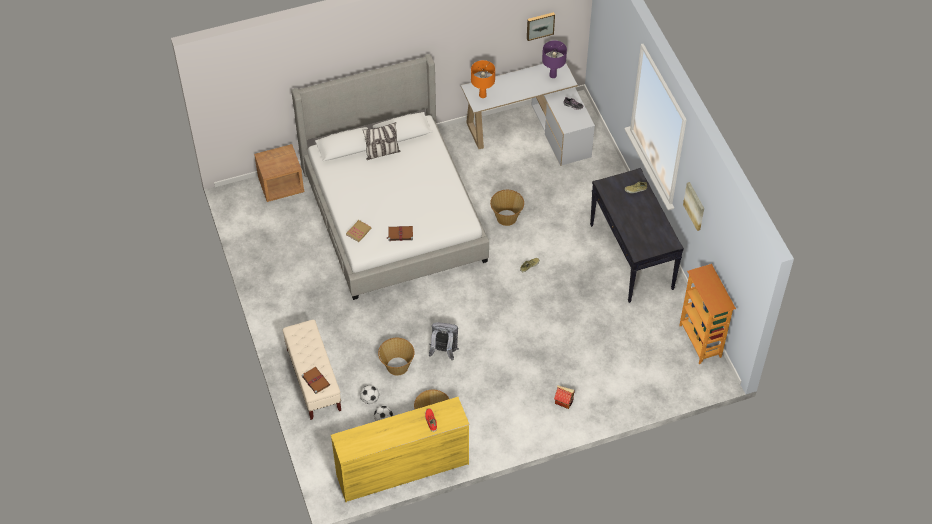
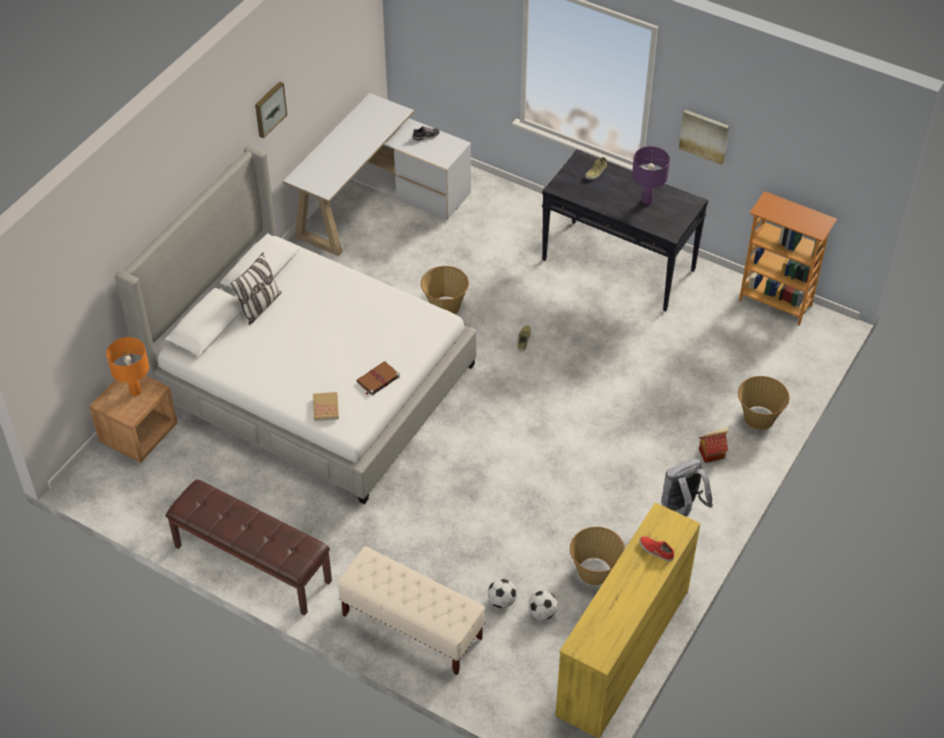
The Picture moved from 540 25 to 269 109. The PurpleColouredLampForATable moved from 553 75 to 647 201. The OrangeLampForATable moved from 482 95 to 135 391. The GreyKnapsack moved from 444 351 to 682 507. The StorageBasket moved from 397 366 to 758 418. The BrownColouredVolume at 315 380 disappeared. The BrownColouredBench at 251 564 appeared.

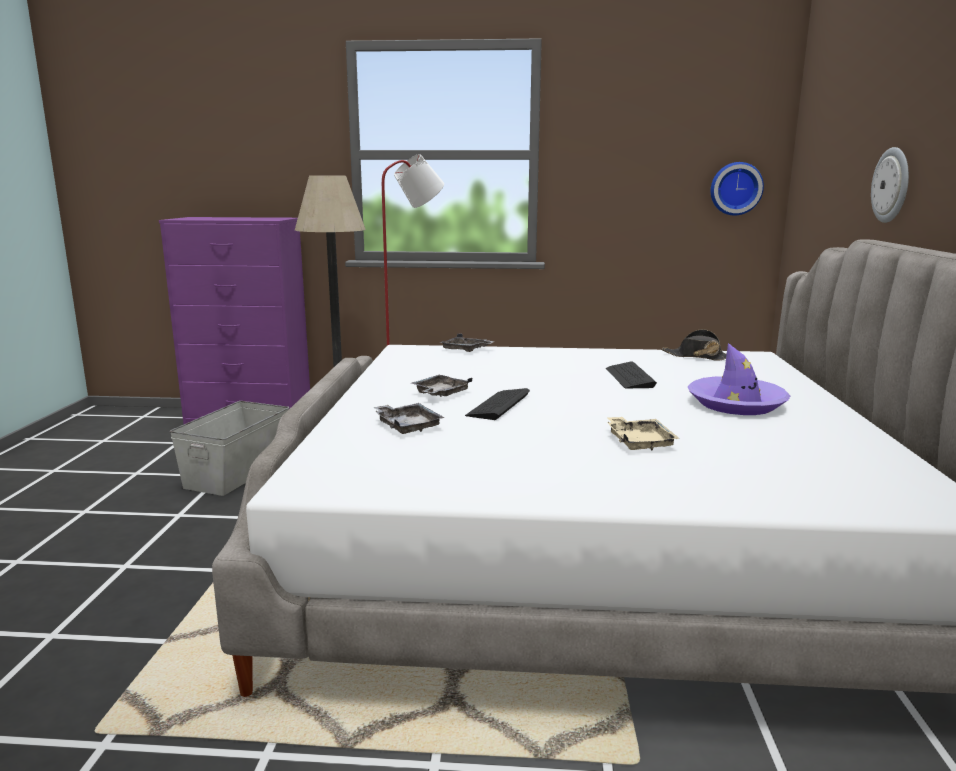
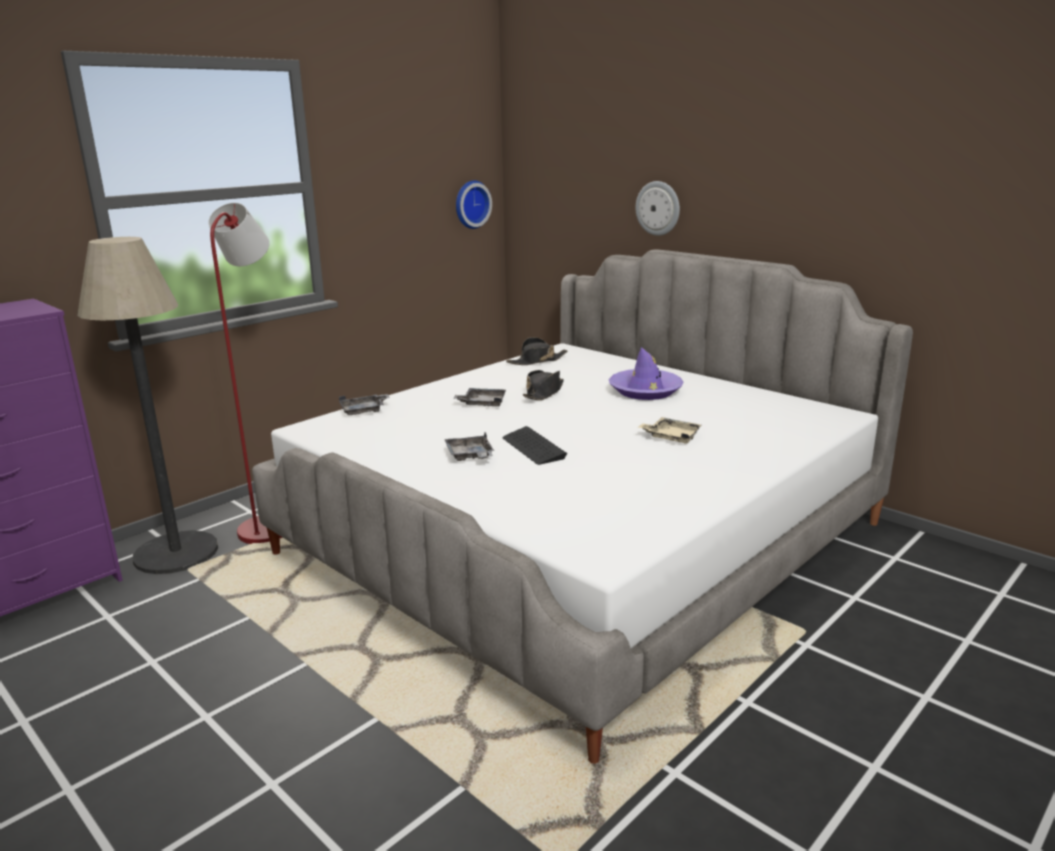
The PcKeyboard at 629 377 was replaced by the BlackColouredWearableHat at 544 393. The GreyStorageContainer at 236 472 disappeared. The GreyTray moved from 407 426 to 482 403.

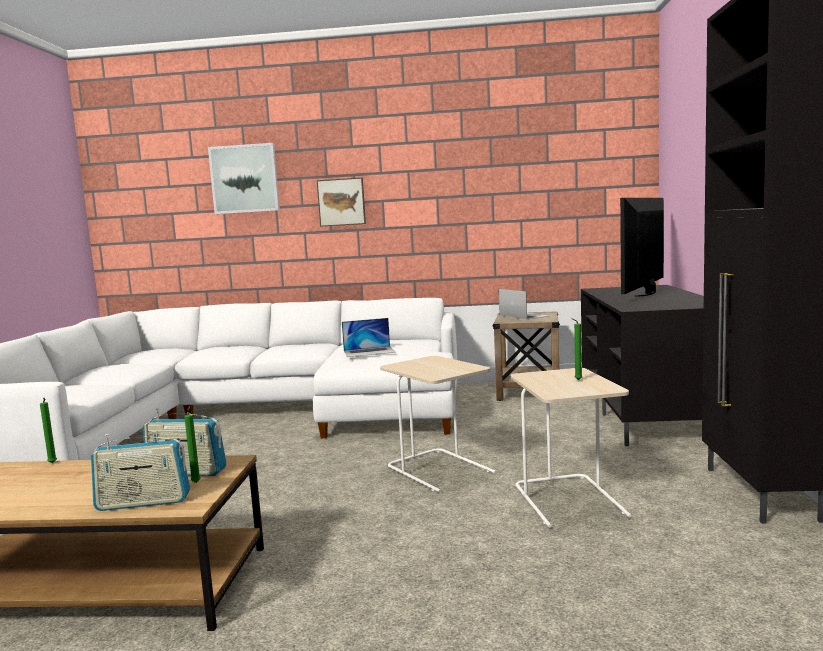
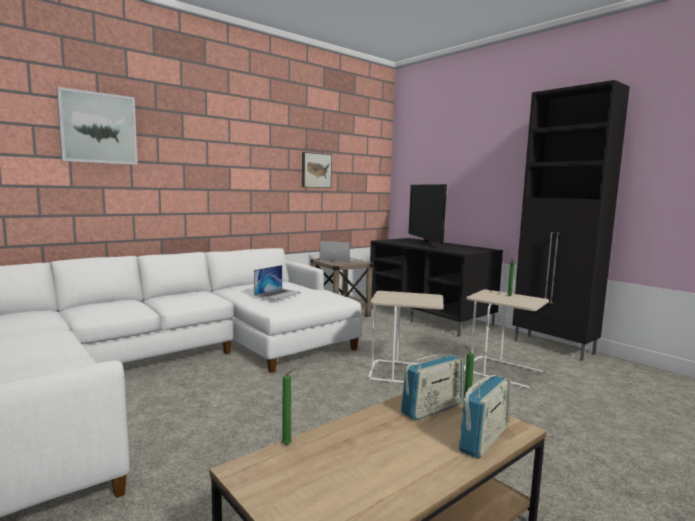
The Picture moved from 341 202 to 315 170.

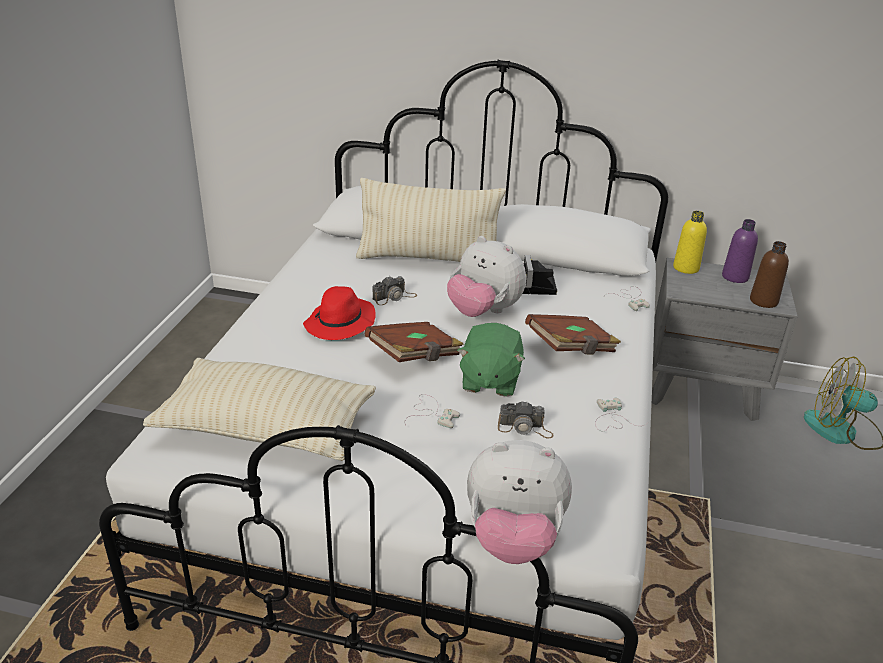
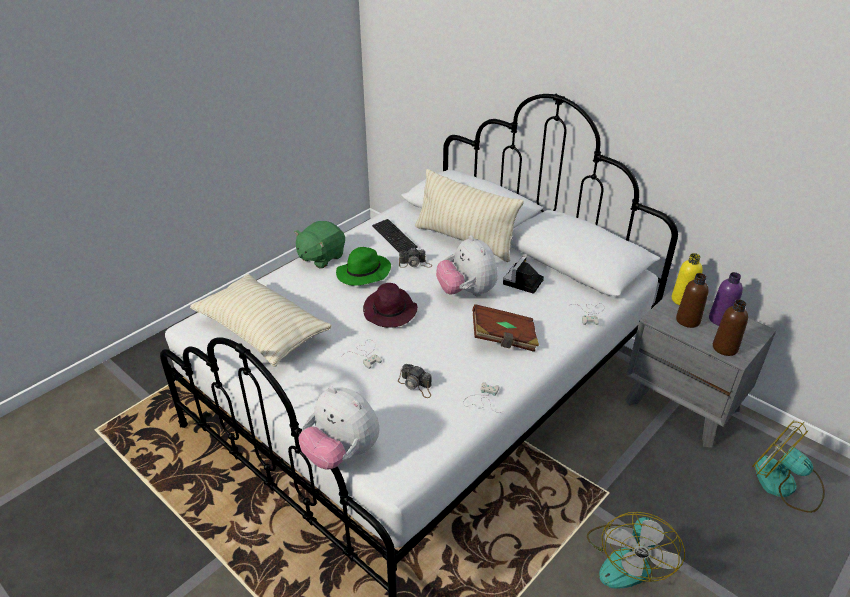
The ReddishWearableHat at 340 324 became the GreenWearableHat at 363 274. The BrownColouredVolume at 415 356 was replaced by the PurpleColouredWearableHat at 390 311. The GreenSoftToy moved from 489 380 to 321 257. The PcKeyboard at 394 237 appeared. The BrownColouredBeverageBottle at 688 320 appeared. The Fan at 627 559 appeared.

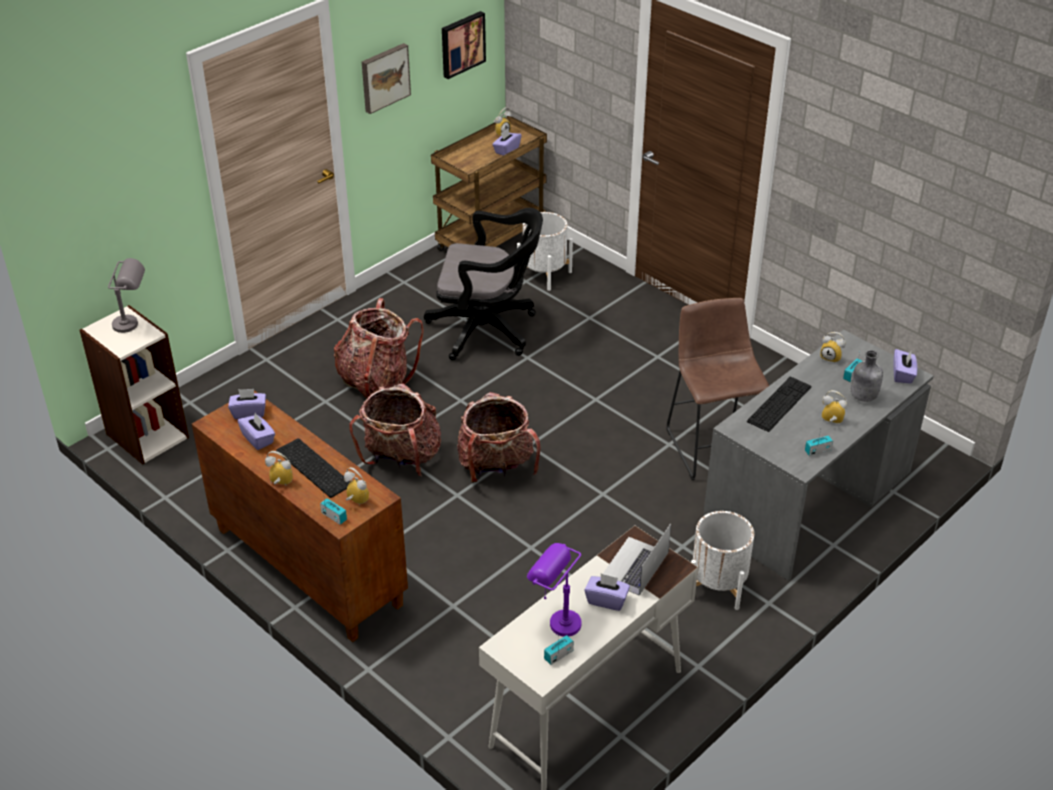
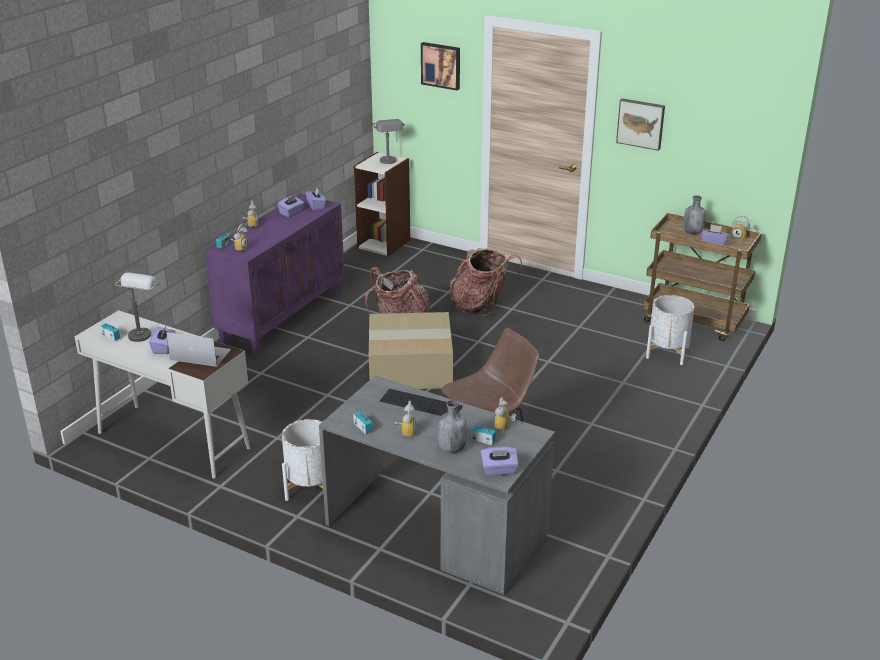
The Picture moved from 461 44 to 441 65. The BlackColouredOfficeChair at 488 330 disappeared. The BrownColouredCabinet at 306 567 became the PurpleColouredCabinet at 283 315. The Knapsack at 496 467 was replaced by the CardboardBox at 409 367. The PcKeyboard at 312 468 disappeared. The PurpleColouredLampForATable at 555 620 became the GreyLampForATable at 143 332. The GreyBeverageBottle at 692 232 appeared.

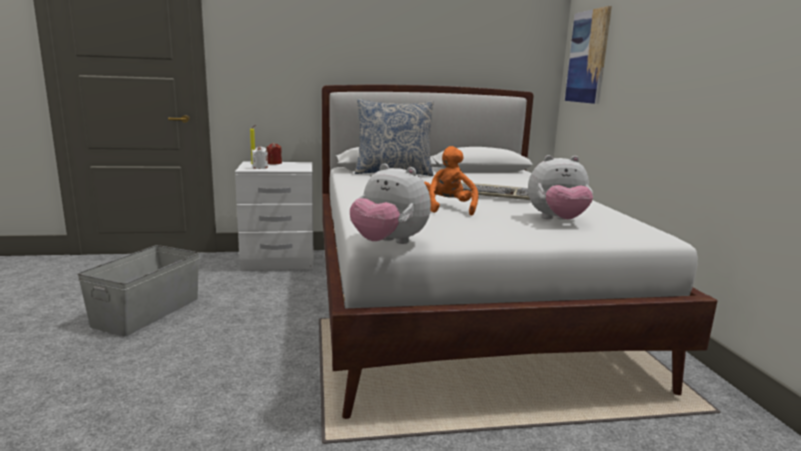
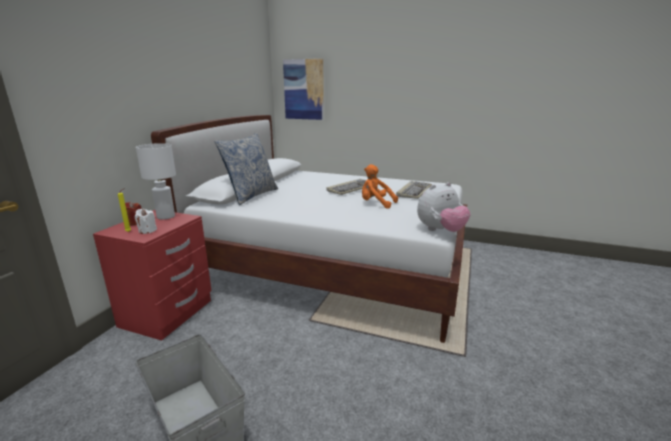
The SoftToy at 557 220 was replaced by the PcKeyboard at 414 191. The WhitishBedsideTable at 278 261 became the ReddishBedsideTable at 168 313. The WhitishLampForATable at 165 217 appeared.

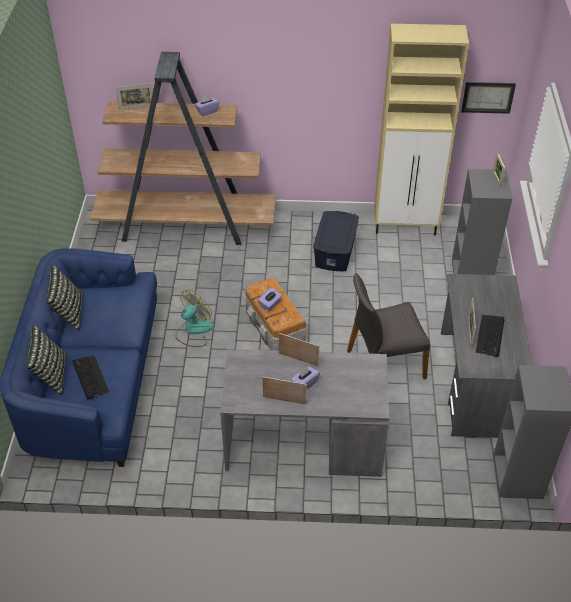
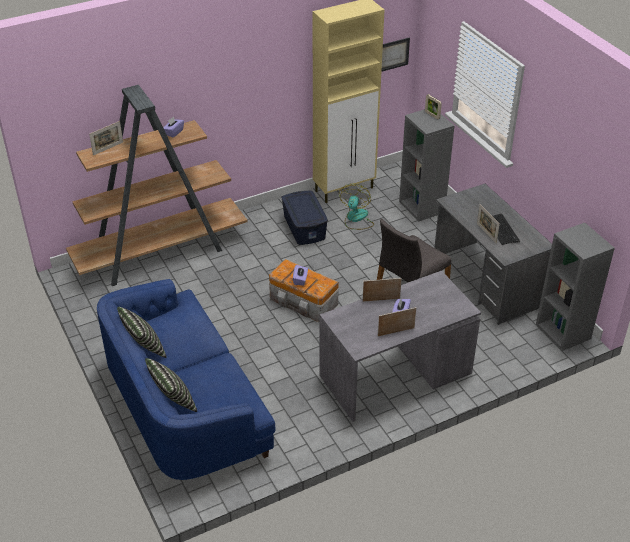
The Fan moved from 194 330 to 356 219. The PcKeyboard at 90 377 disappeared.

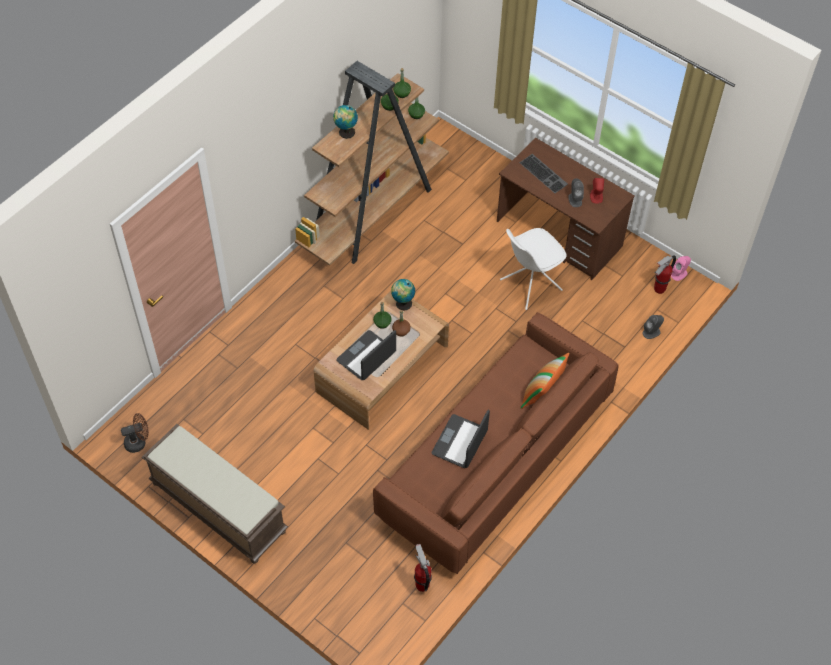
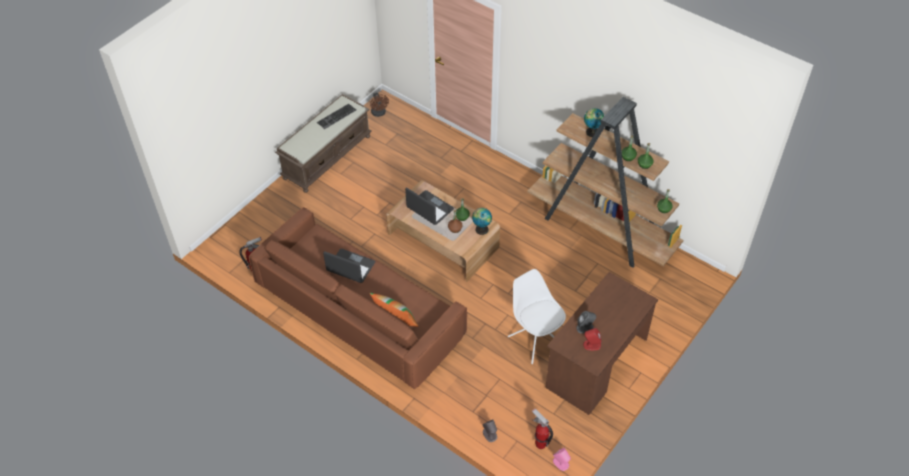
The PcKeyboard moved from 544 173 to 337 117.

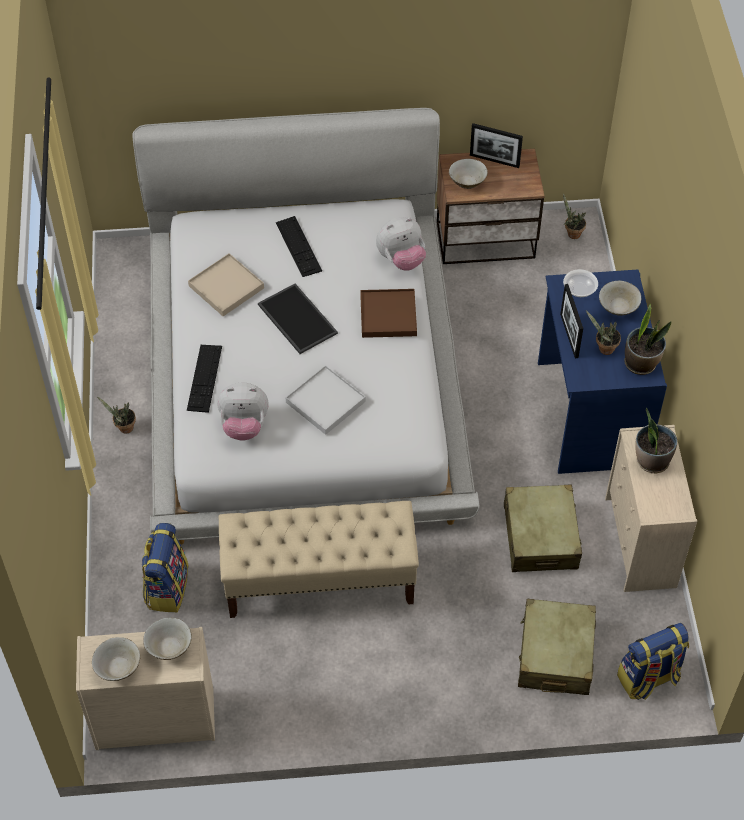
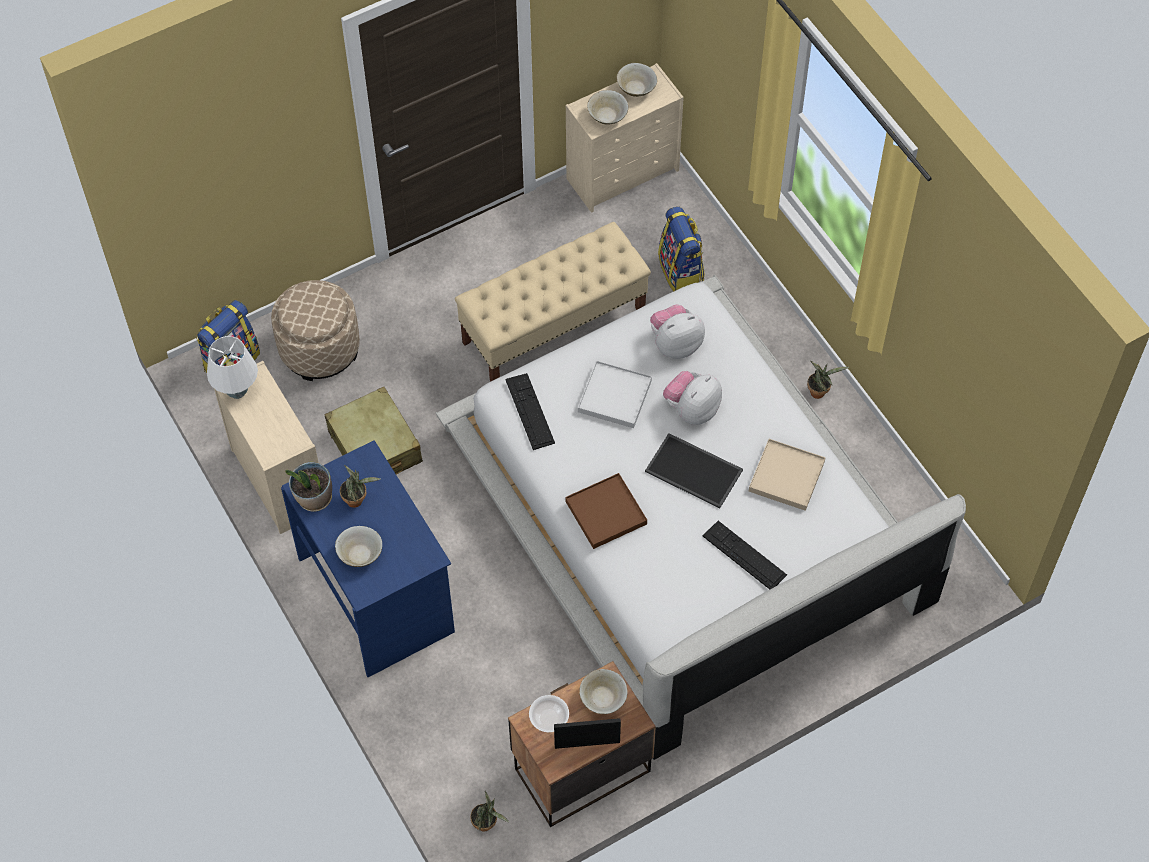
The SoftToy moved from 401 260 to 692 409. The ServingBowl moved from 579 289 to 549 718. The StandingFrame at 569 335 disappeared. The PcKeyboard moved from 204 378 to 530 411. The PottedPlant at 651 461 disappeared. The BeigeColouredPieceOfLuggage at 555 655 was replaced by the BeigeColouredFootrest at 319 348. The WhitishLampForATable at 237 392 appeared.

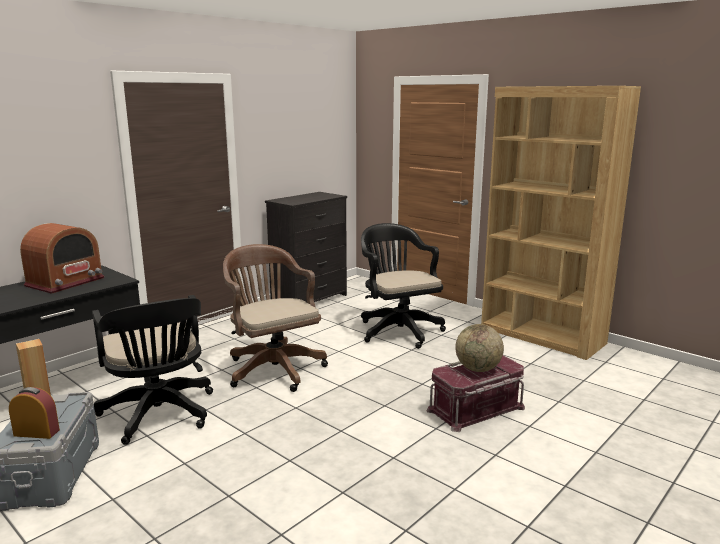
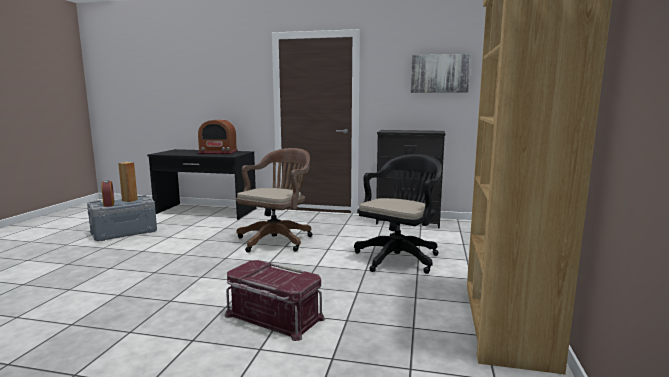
The BlackColouredOfficeChair at 159 415 disappeared. The Globe at 478 369 disappeared. The Picture at 440 73 appeared.

